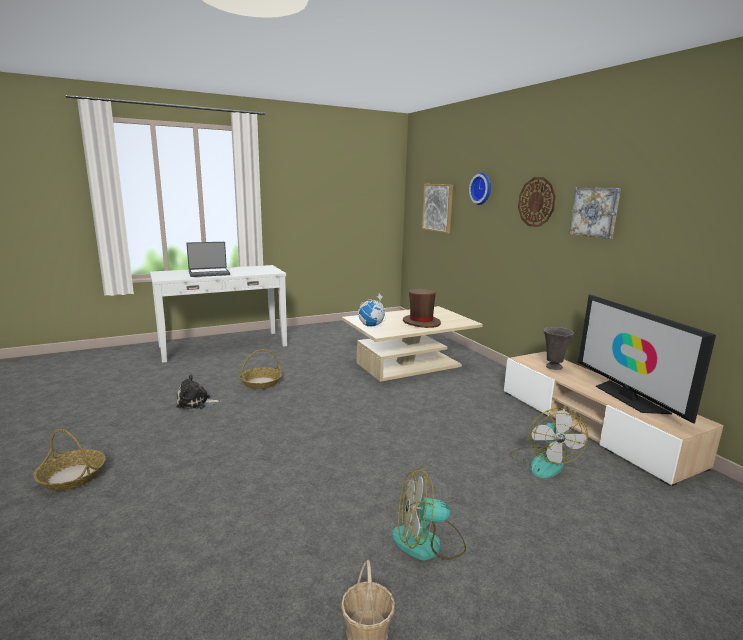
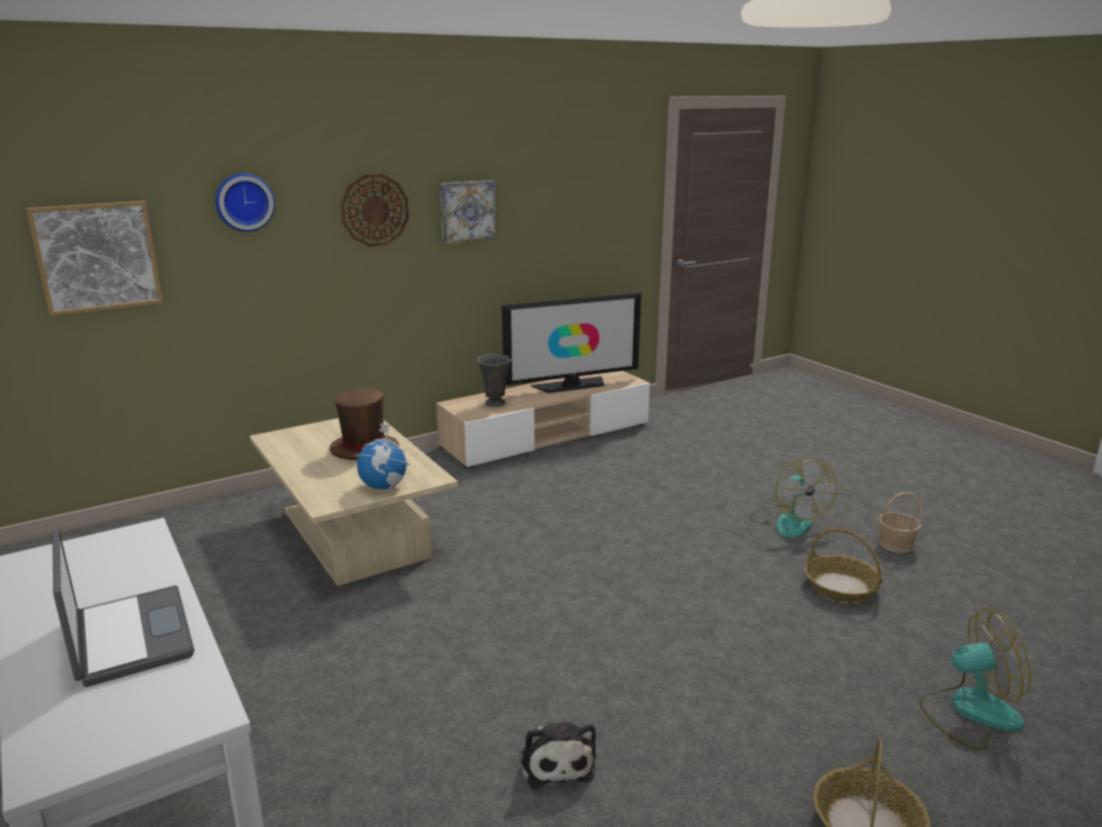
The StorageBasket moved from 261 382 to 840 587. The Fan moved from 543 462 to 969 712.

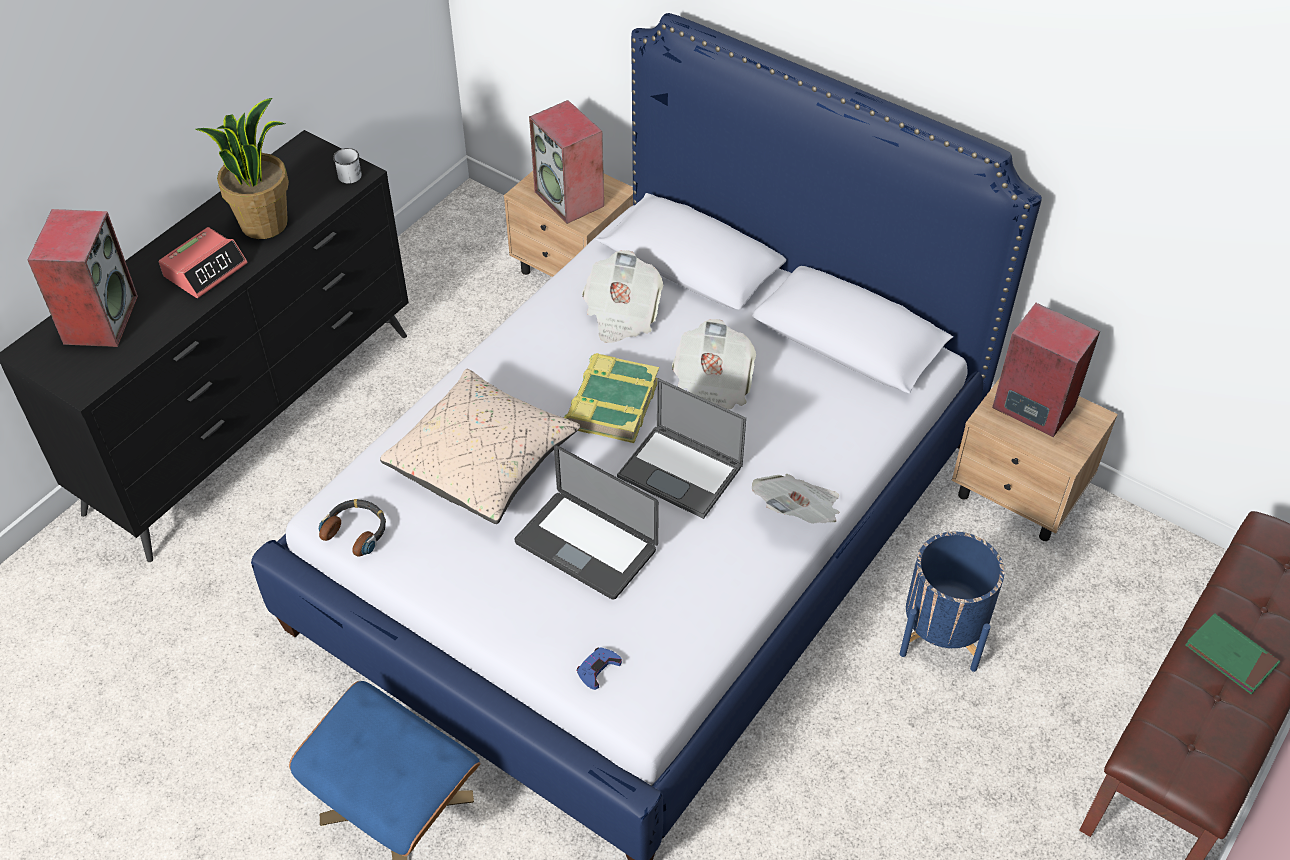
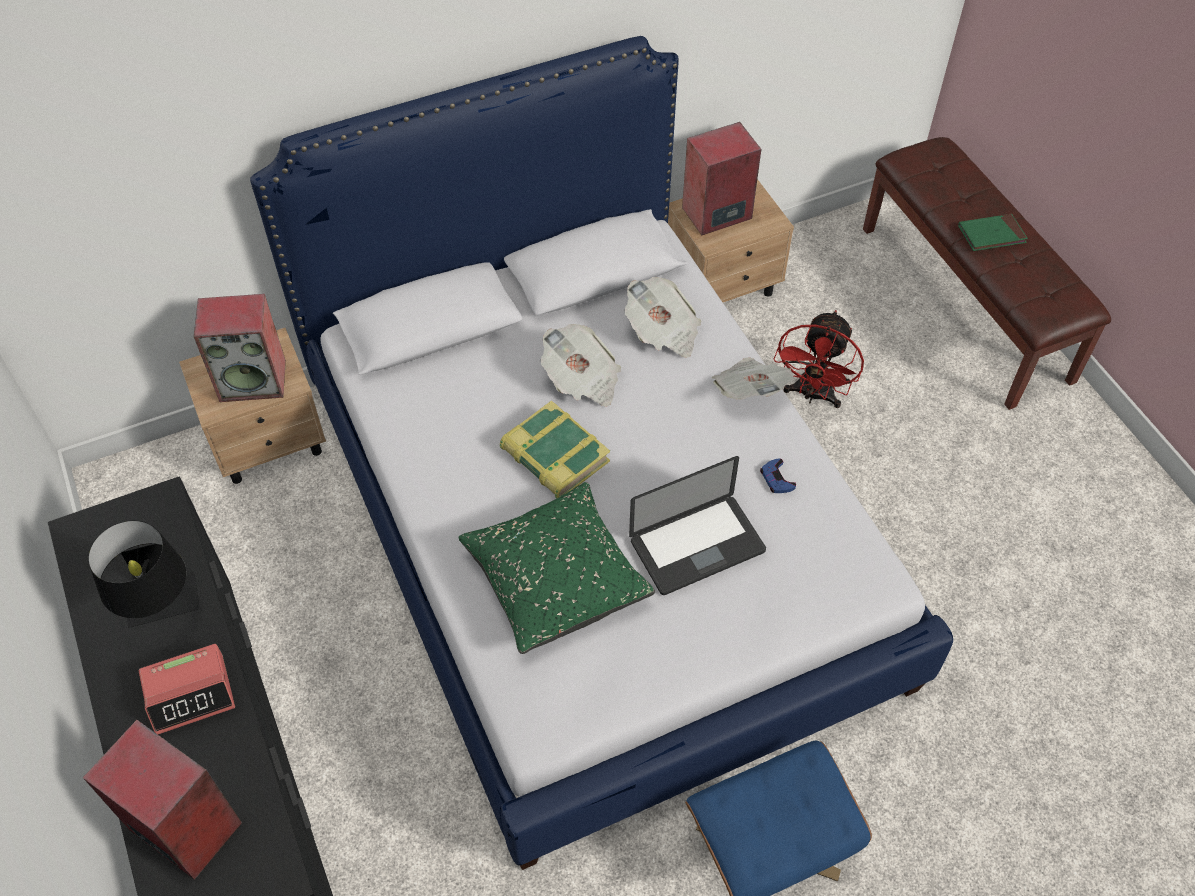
The PottedPlant at 264 223 was replaced by the BlackColouredLampForATable at 164 612. The WhitishCoffeeMug at 350 173 disappeared. The AlarmClock at 205 270 turned 90 degrees clockwise. The DailyPaper moved from 621 314 to 663 332. The BeigeColouredCushion at 483 462 became the GreenCushion at 556 579. The PortableComputer at 682 471 disappeared. The PairOfHeadphones at 356 531 disappeared. The BluePlantPot at 942 632 was replaced by the ReddishFan at 812 395. The BlueGameController moved from 598 669 to 776 479.

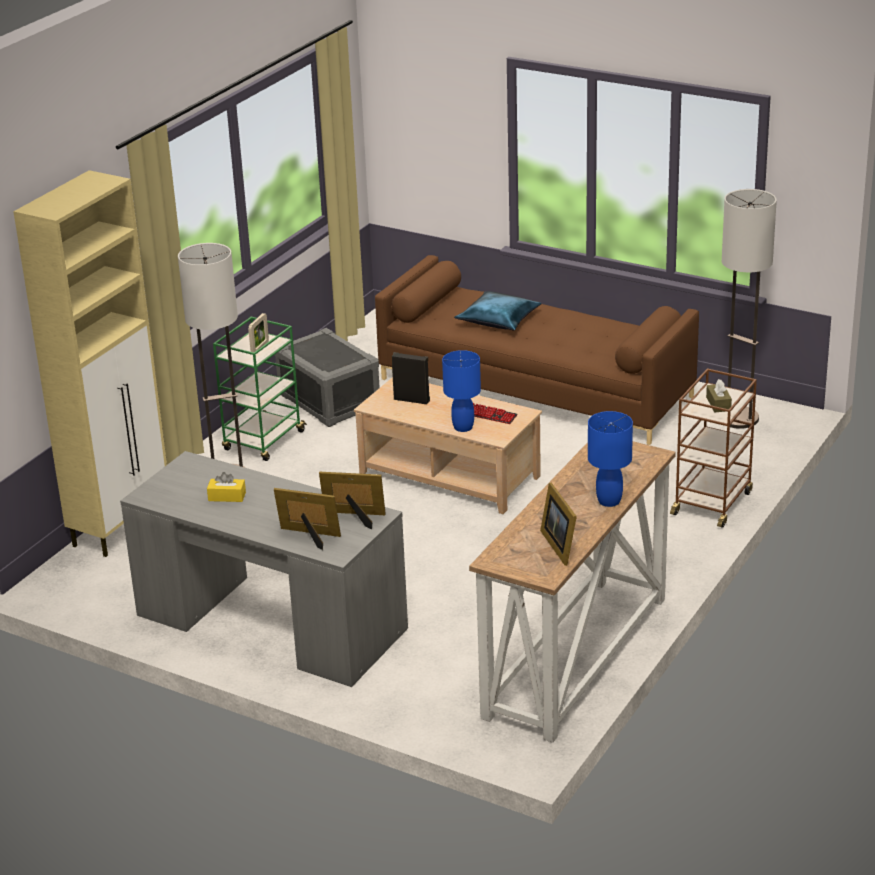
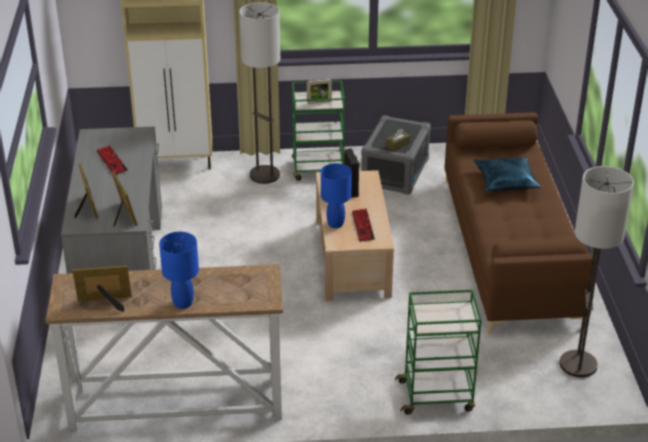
The BrownColouredWheeledCart at 712 503 became the GreenWheeledCart at 437 396. The BrownColouredTissueBox moved from 718 404 to 397 145. The YellowishTissueBox at 227 496 was replaced by the PcKeyboard at 112 161. The StandingFrame at 561 545 turned 45 degrees clockwise.

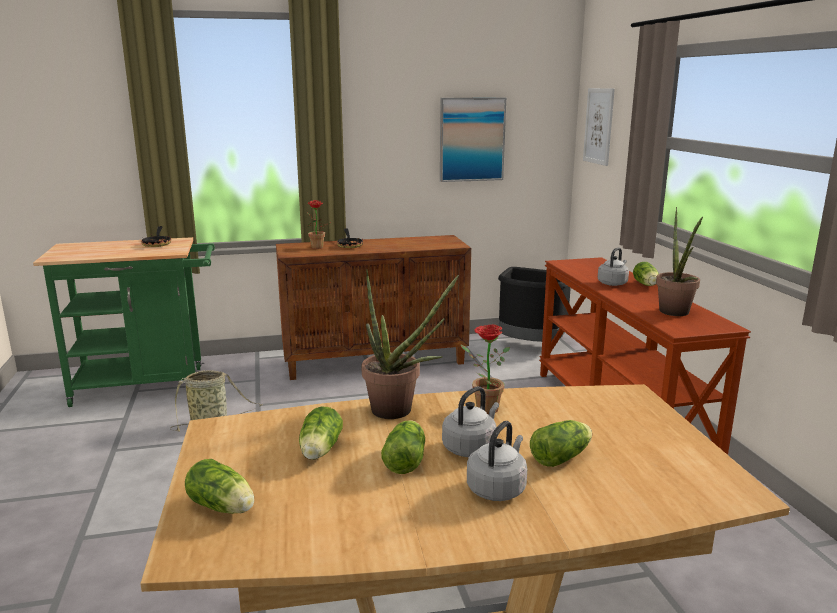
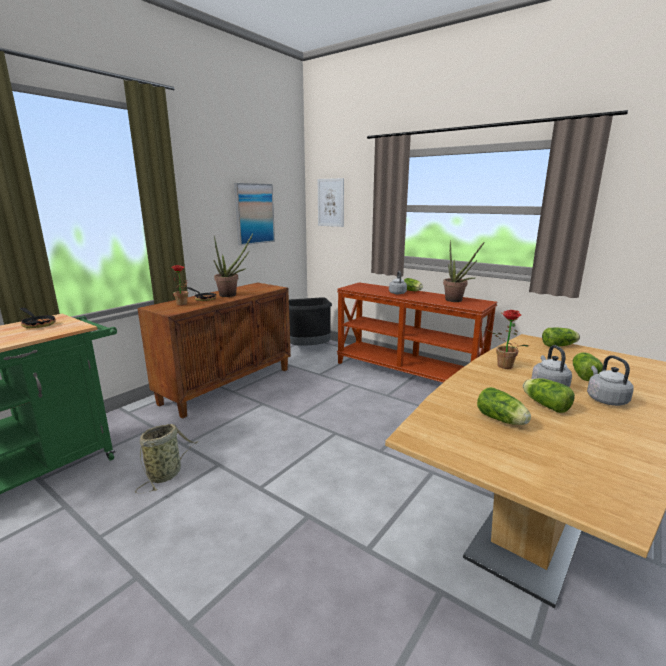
The PottedPlant moved from 399 412 to 231 295. The HeadOfLettuce moved from 223 507 to 560 346.

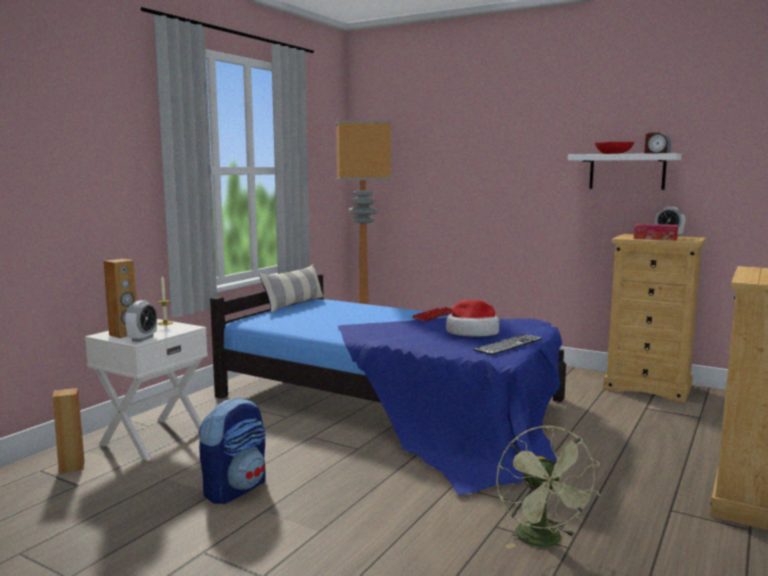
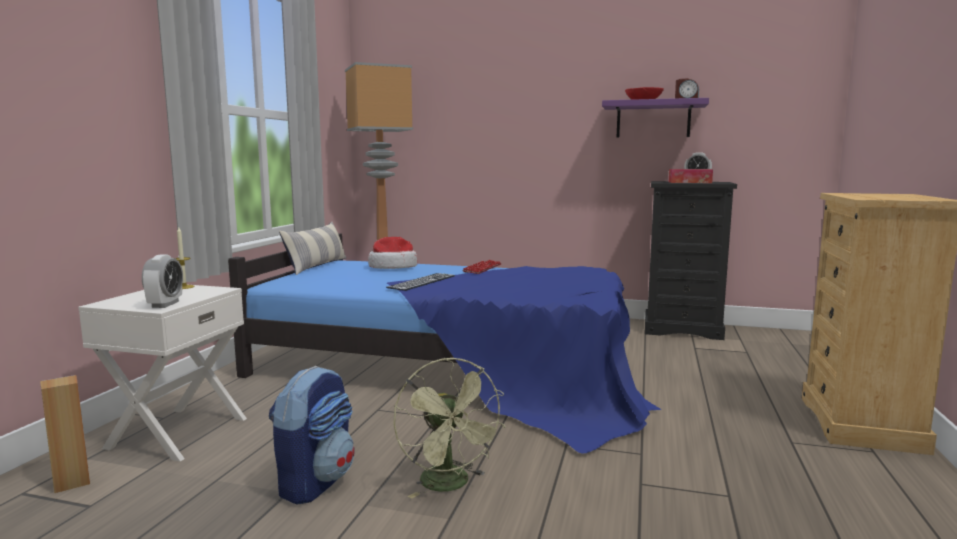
The WhitishShelf at 627 171 became the PurpleColouredShelf at 653 120. The BeigeColouredDrawerChest at 648 387 became the BlackColouredDrawerChest at 682 329. The BrownColouredAudioSpeaker at 124 334 disappeared. The WearableHat moved from 472 333 to 393 267. The PcKeyboard moved from 508 344 to 422 282. The GreenFan moved from 544 541 to 450 485.

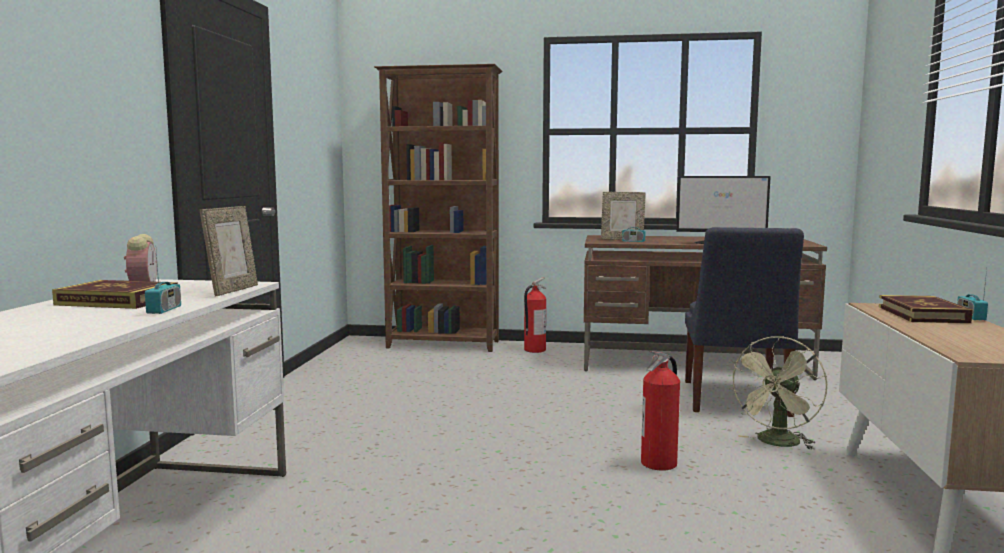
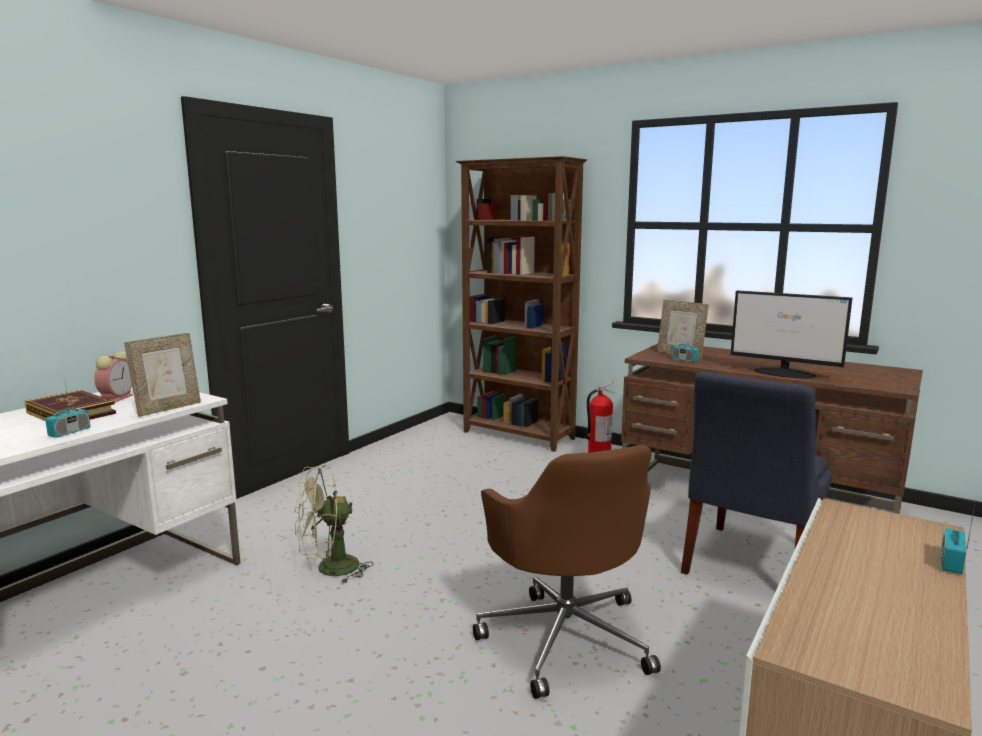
The Volume at 922 314 disappeared. The GreenFan moved from 777 443 to 329 570. The FireExtinguisher at 660 463 was replaced by the BrownColouredOfficeChair at 566 636.

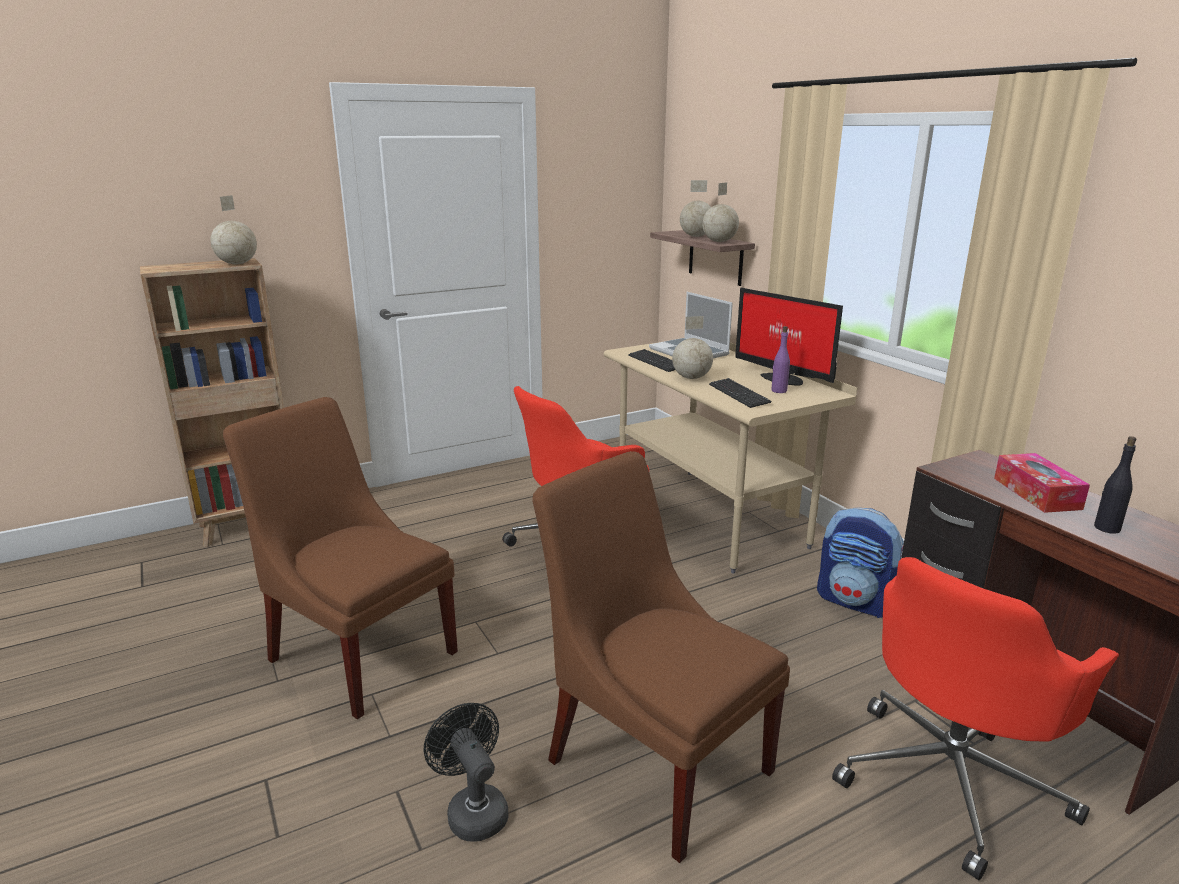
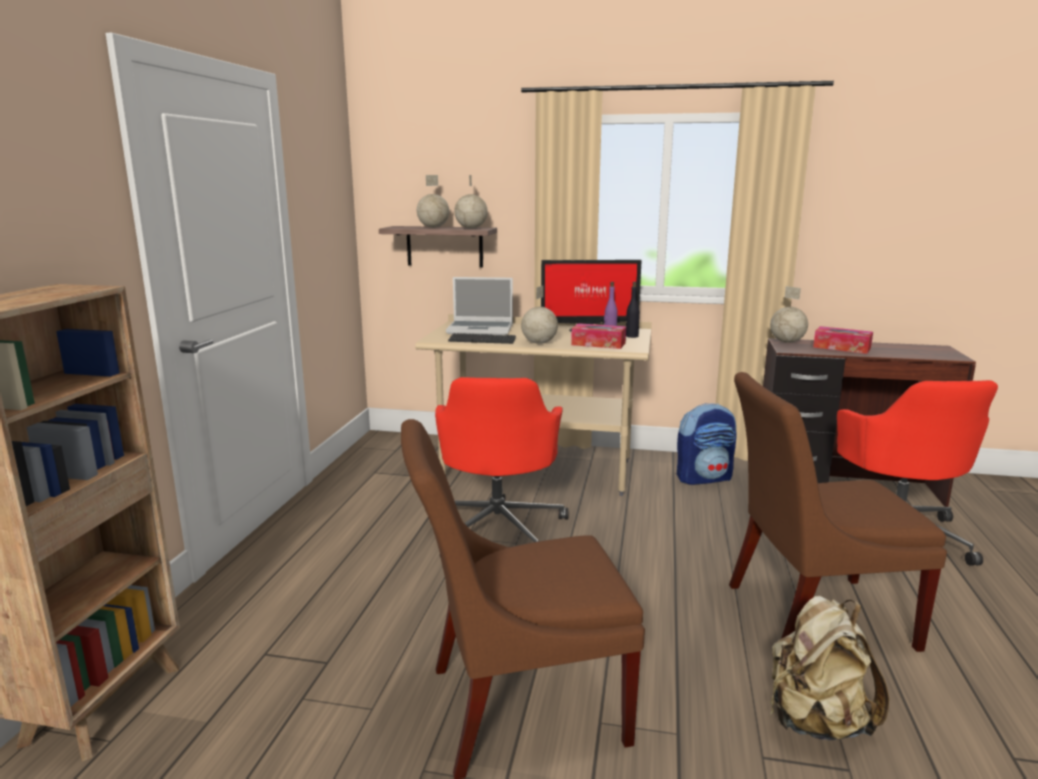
The Globe moved from 238 264 to 786 342. The PcKeyboard at 738 394 was replaced by the TissueBox at 598 344. The BlackColouredBeverageBottle moved from 1106 528 to 631 336. The BlackColouredFan at 473 810 was replaced by the BeigeColouredKnapsack at 816 721.

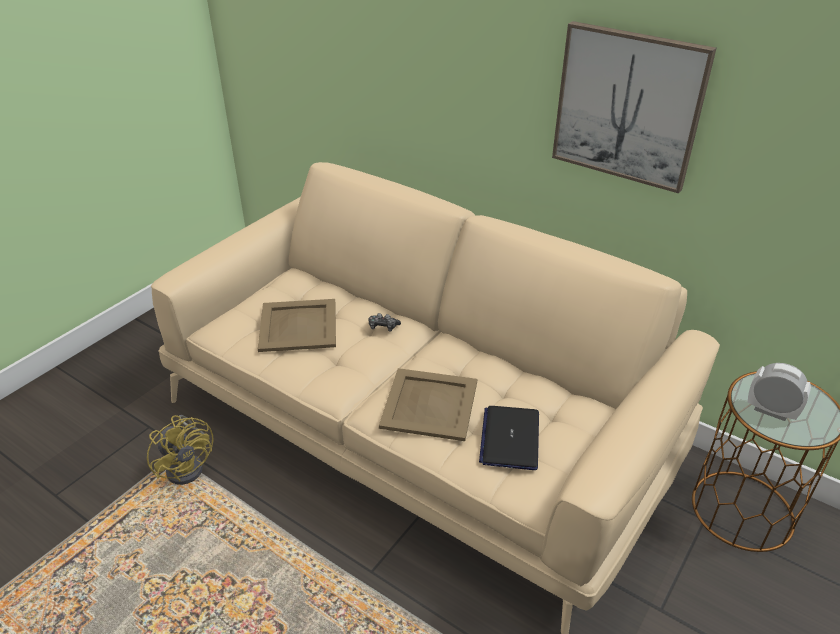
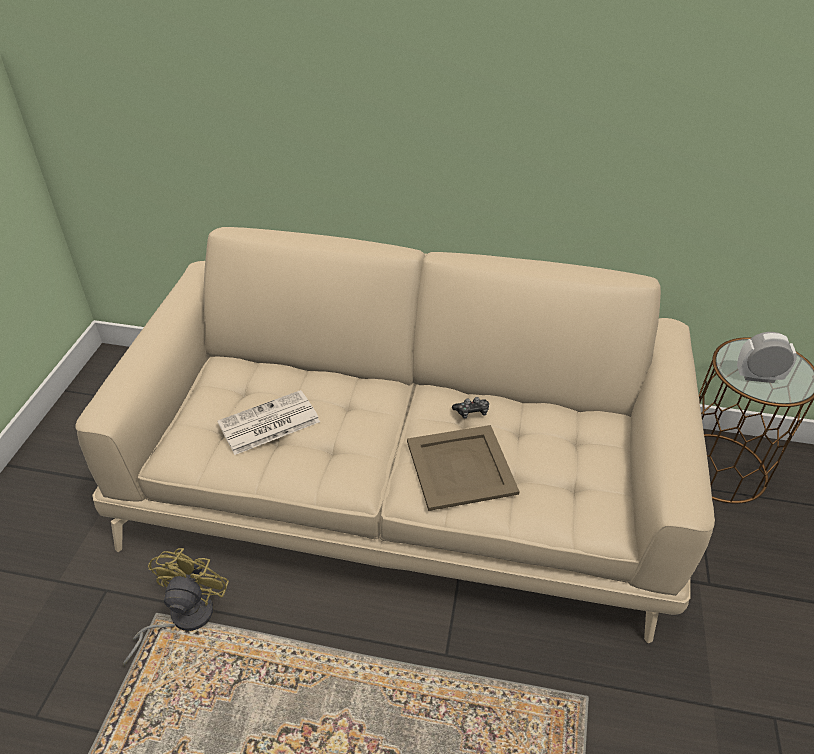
The Picture at 628 106 disappeared. The BeigeColouredTray at 297 326 was replaced by the DailyPaper at 268 423. The GameController moved from 383 326 to 471 412. The PortableComputer at 510 438 disappeared. The YellowishFan at 188 465 turned 105 degrees counterclockwise.

